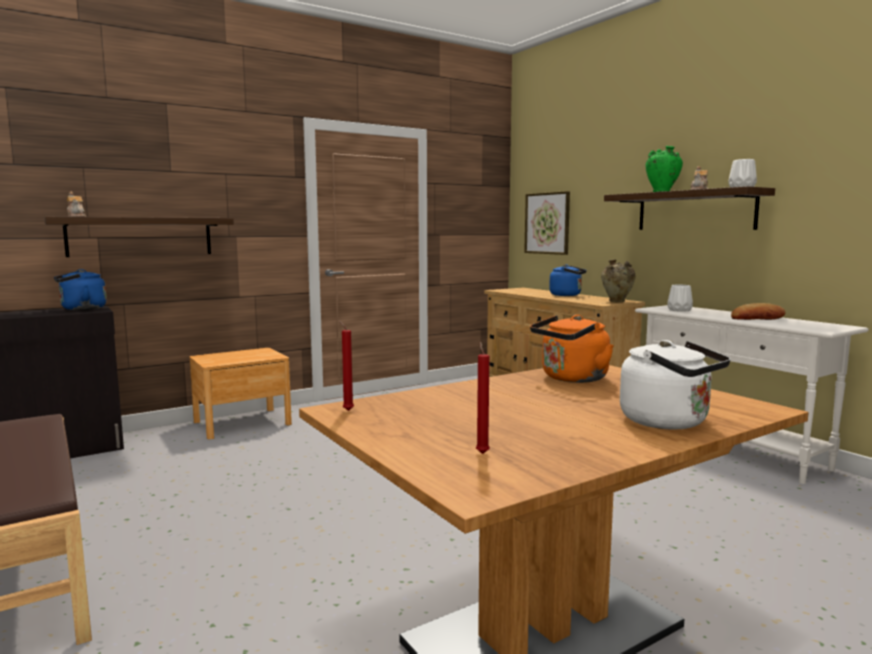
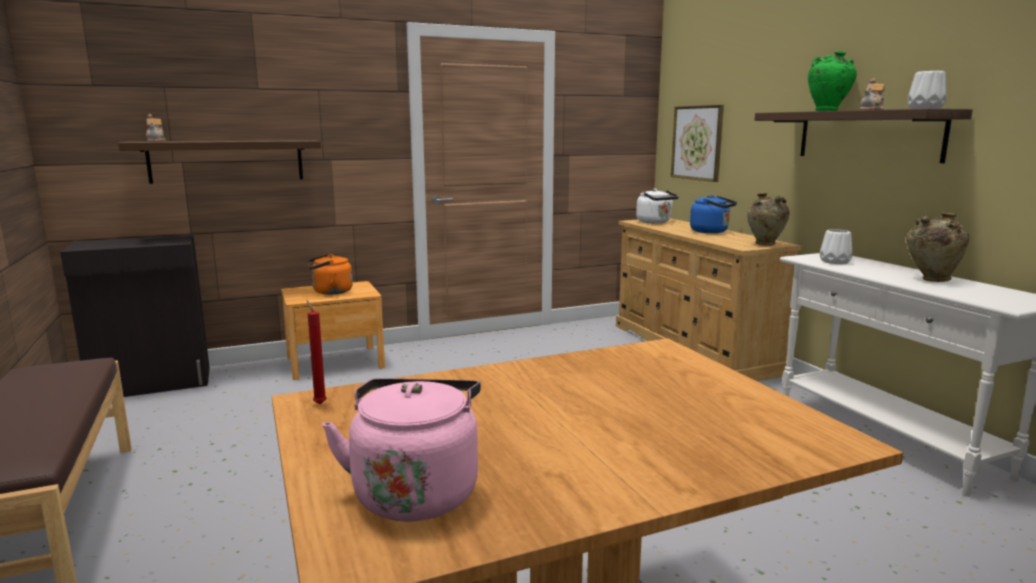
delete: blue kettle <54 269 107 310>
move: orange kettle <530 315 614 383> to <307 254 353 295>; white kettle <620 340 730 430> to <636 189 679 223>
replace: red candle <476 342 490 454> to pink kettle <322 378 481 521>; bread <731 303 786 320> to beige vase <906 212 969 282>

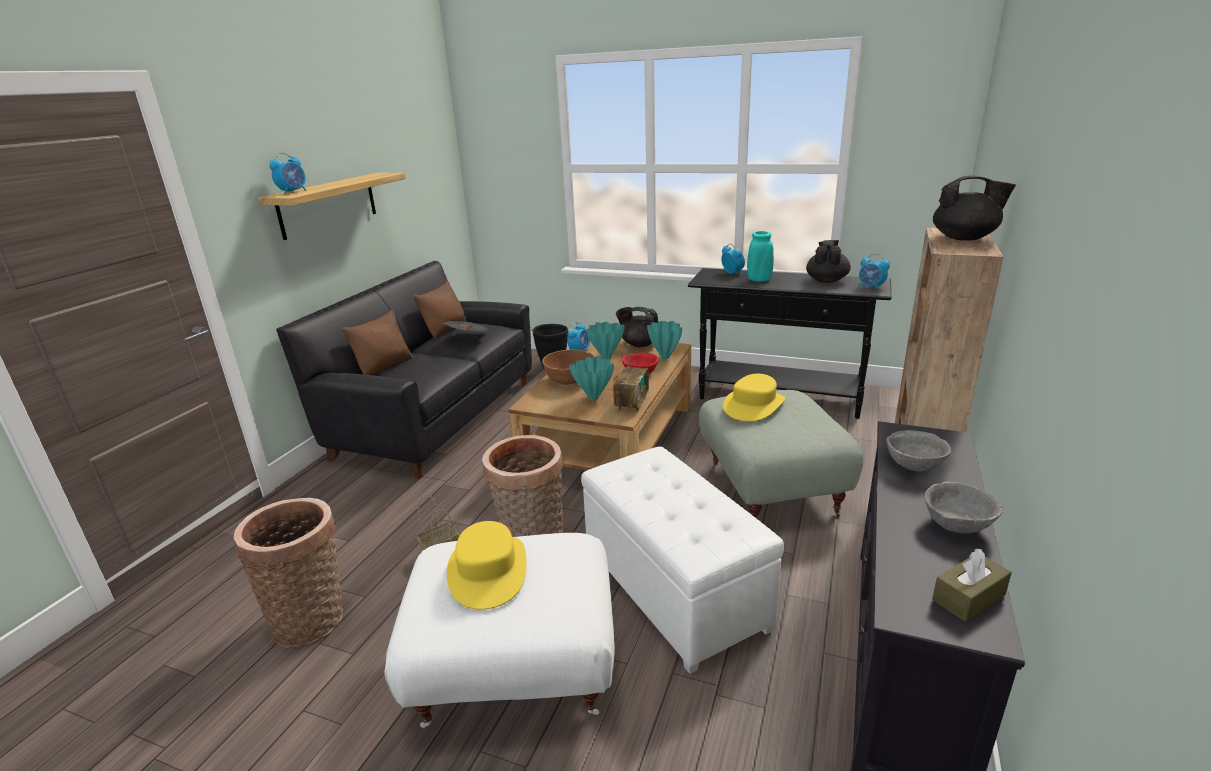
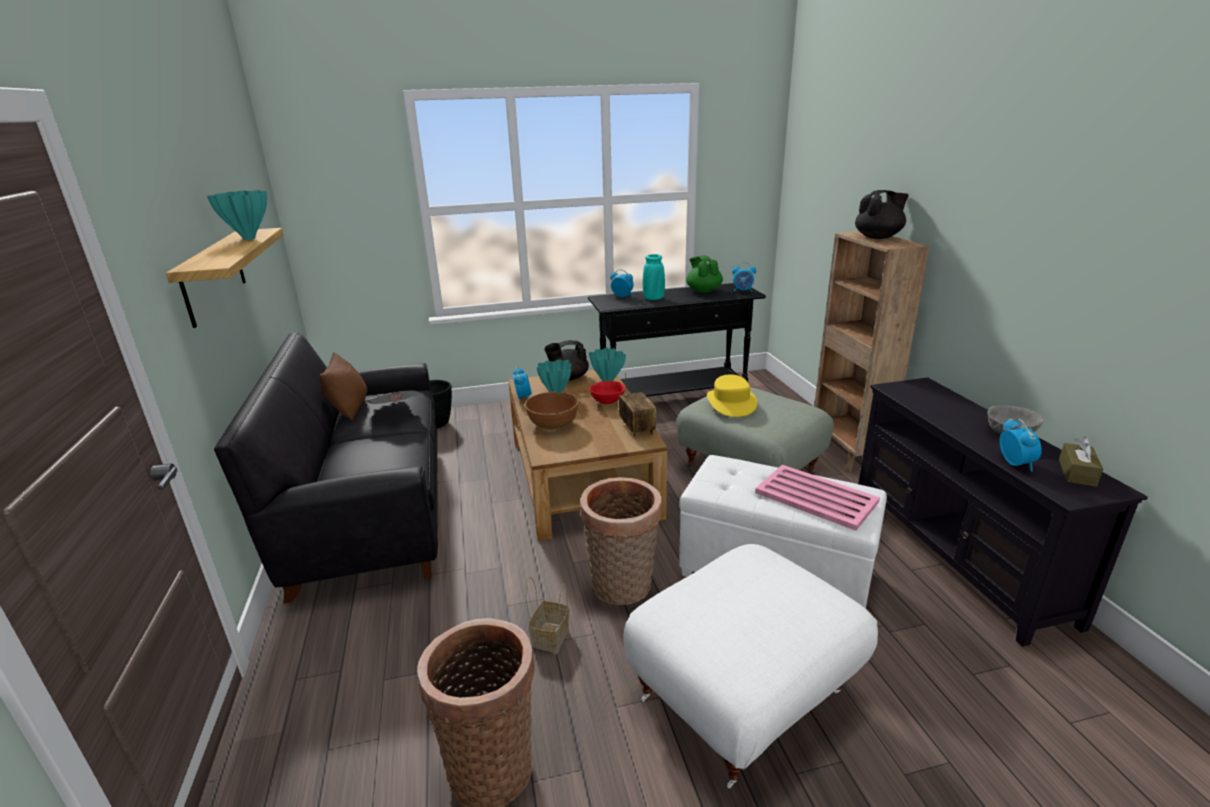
delete: brown pillow <342 310 413 375>; yellow hat <447 521 526 610>; grey bowl <886 430 951 471>
insert: pink tray <755 465 880 531>
move: alarm clock <269 153 306 195> to <999 418 1042 472>; turquoise vase <569 356 614 401> to <207 190 267 240>
recolor: black teapot <806 240 851 283> to green teapot <686 255 723 293>

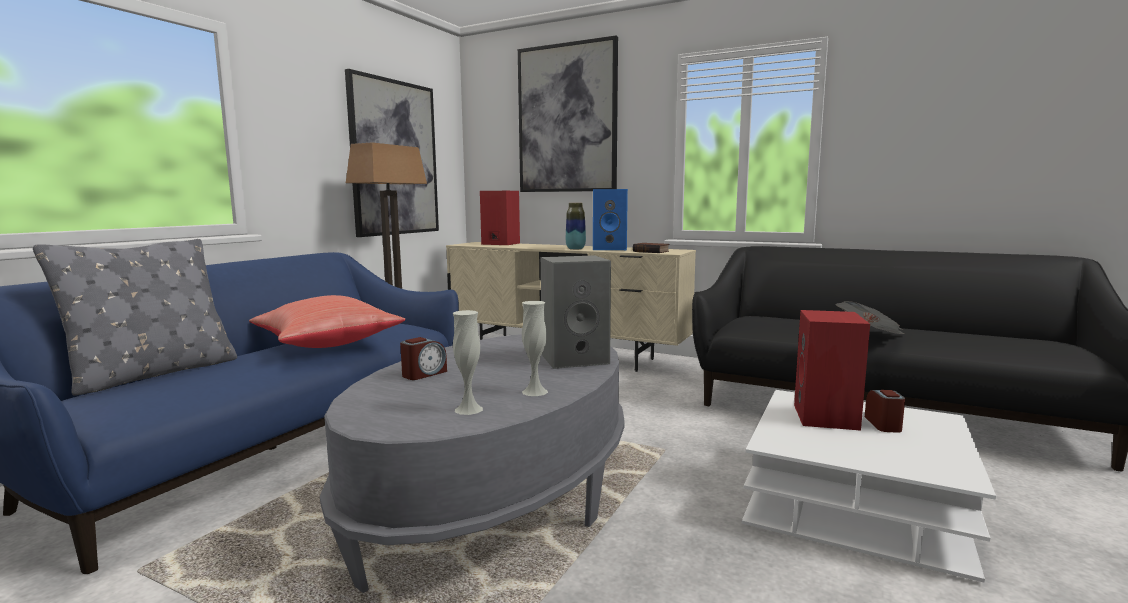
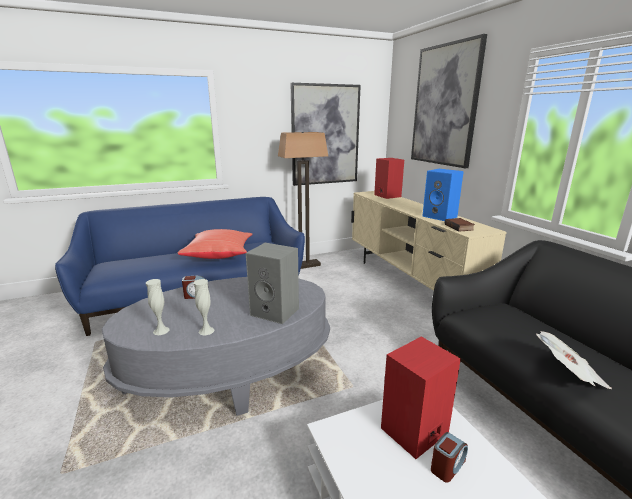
delete: grey pillow <33 239 237 396>; vase <566 203 586 250>

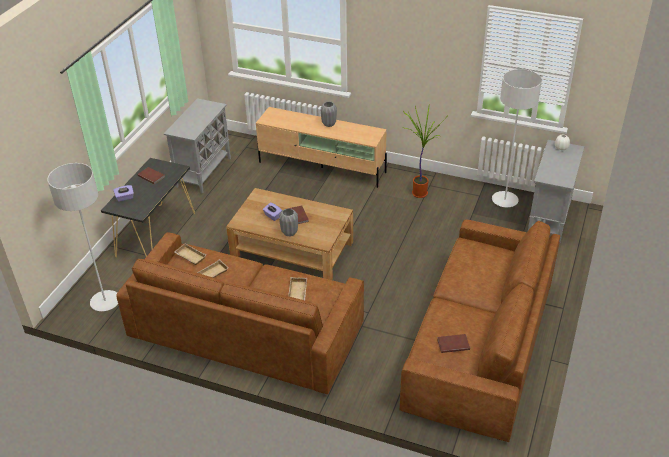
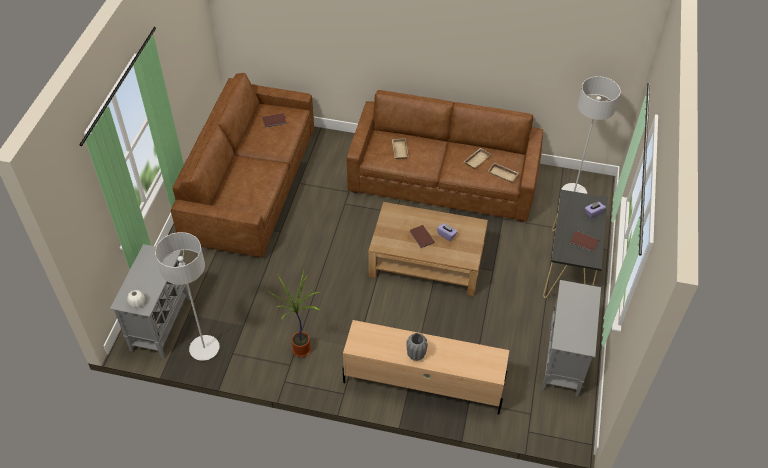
delete: grey vase <279 208 298 237>

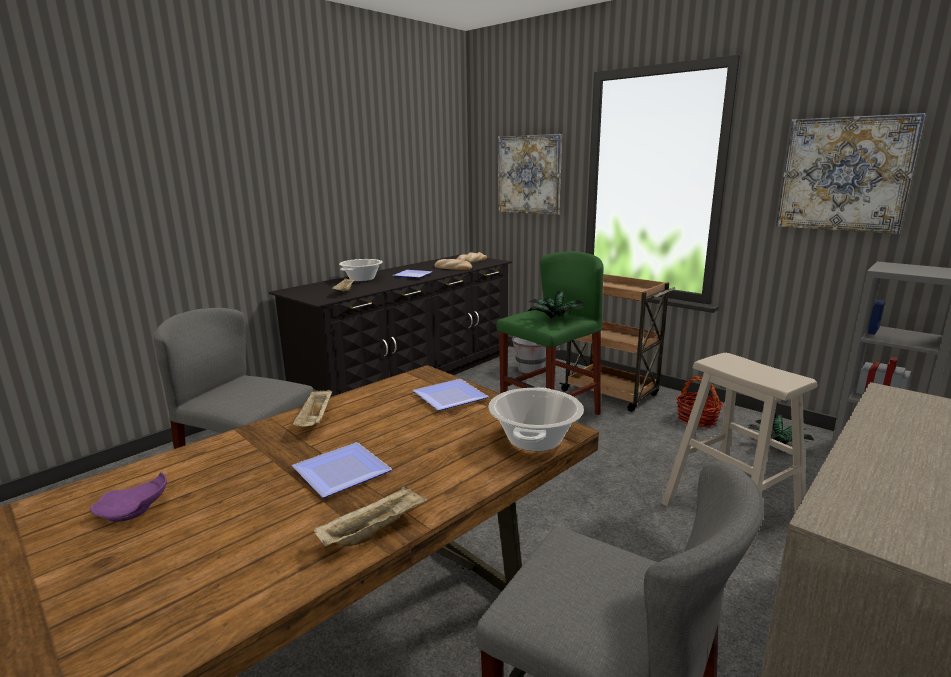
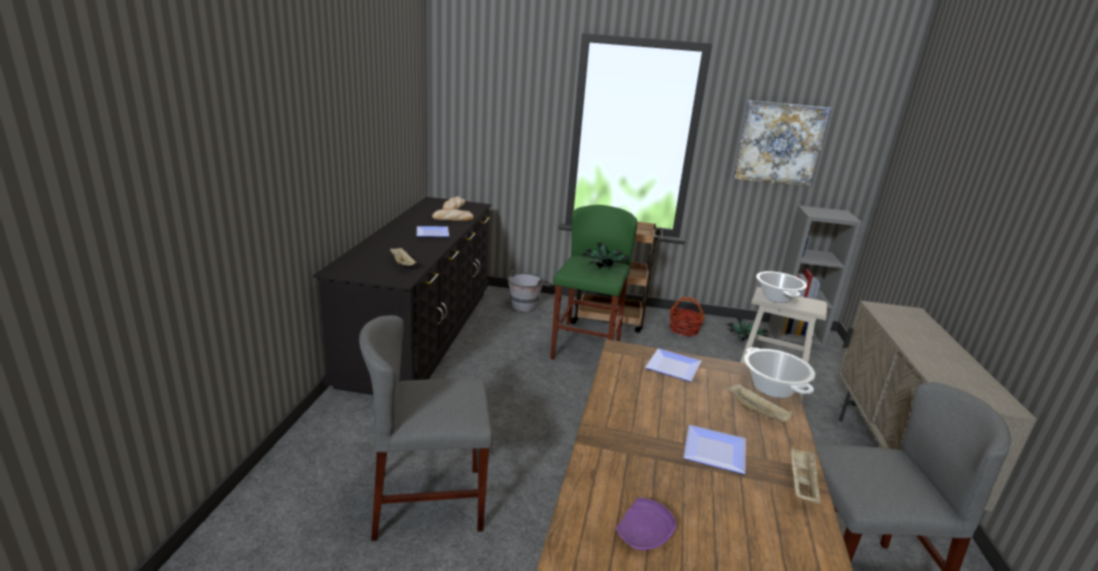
delete: picture <498 134 562 215>
move: beige tray <293 389 332 427> to <727 383 793 422>; cooking pot <339 259 383 282> to <756 271 807 303>

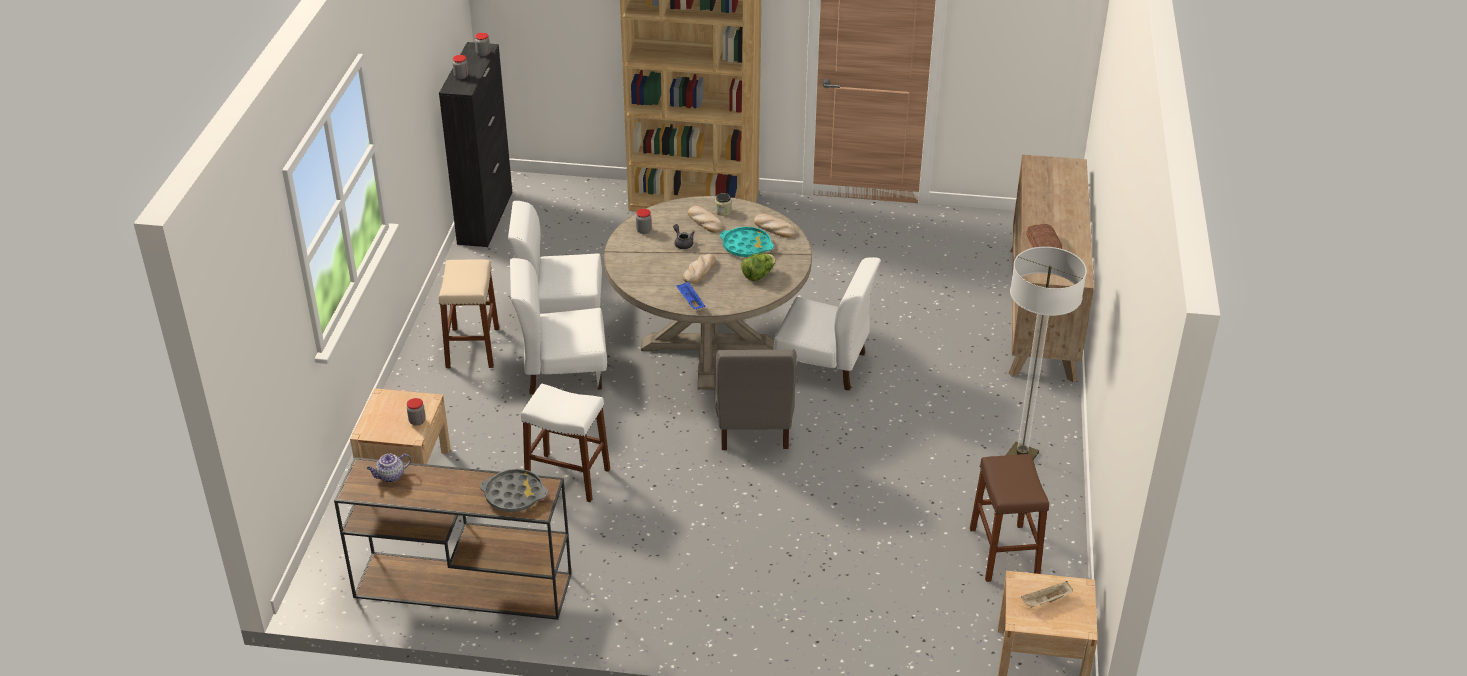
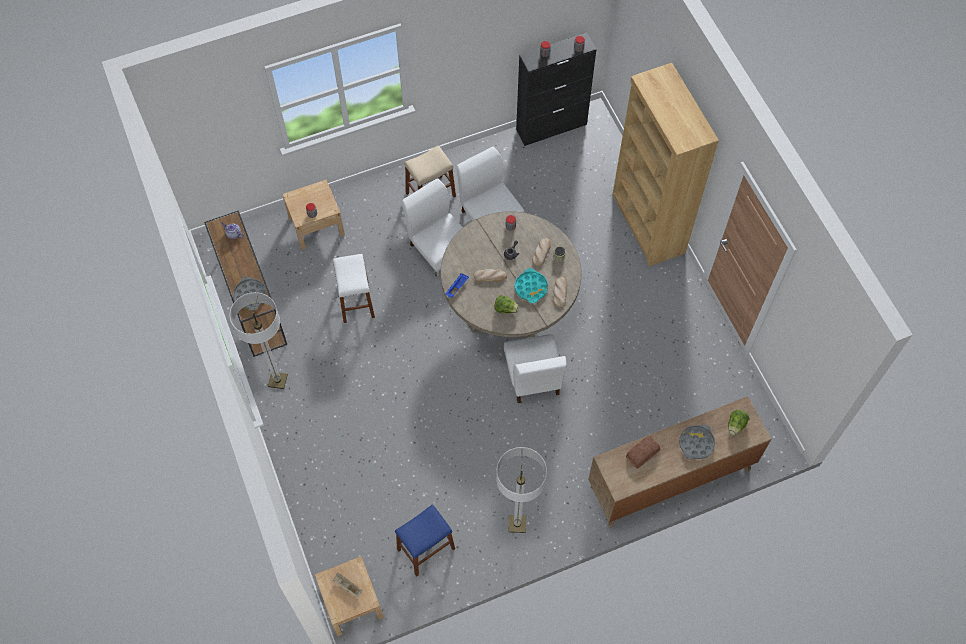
delete: grey chair <714 350 797 450>
insert: floor lamp <230 292 288 389>; grey tray <679 424 715 460>; lettuce <729 410 750 435>
recolor: brown stool <970 454 1049 582> to blue stool <395 504 455 577>

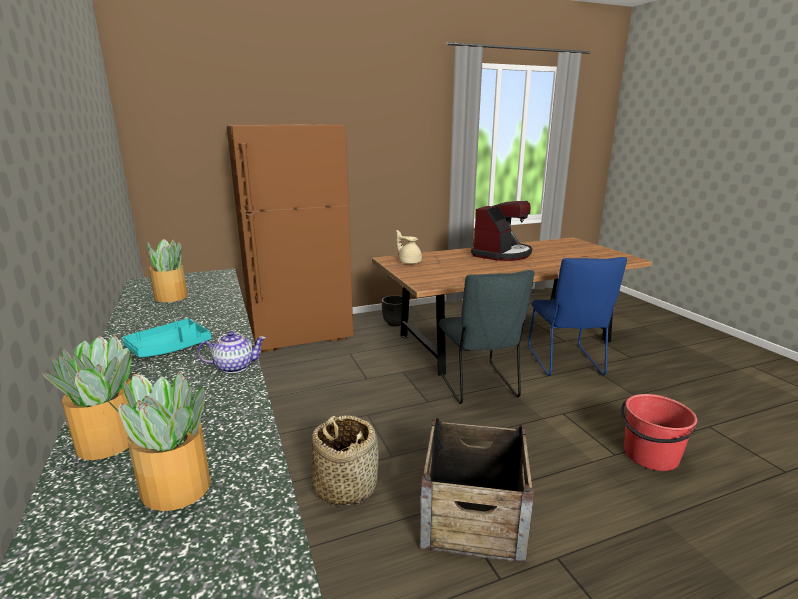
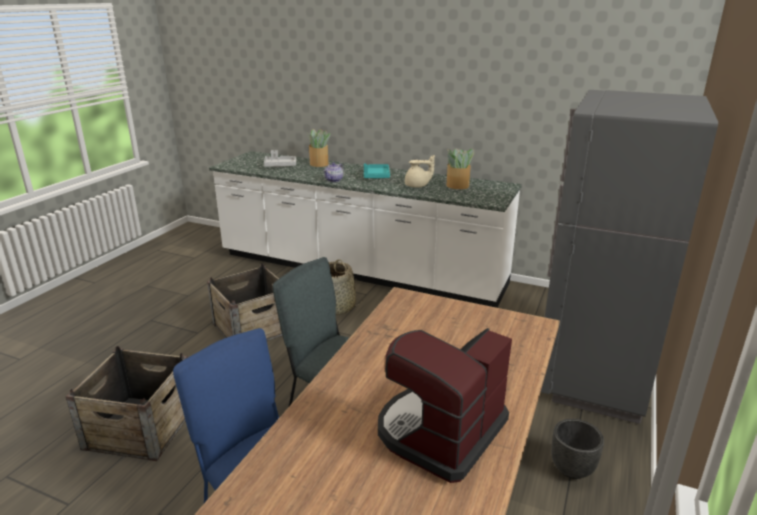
move: beige teapot <396 230 422 264> to <405 155 435 188>
replace: potted plant <104 372 211 511> to grey tray <264 150 296 167>; red bucket <621 394 697 471> to crate <66 346 188 461>
recolor: brown fridge <227 125 353 352> to grey fridge <541 90 718 424>
rotate: coffee machine <471 201 532 261> = <378 328 512 483> 45 degrees clockwise

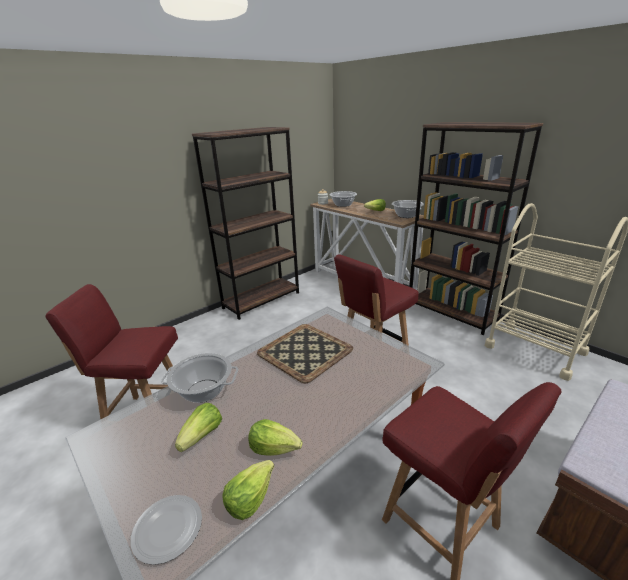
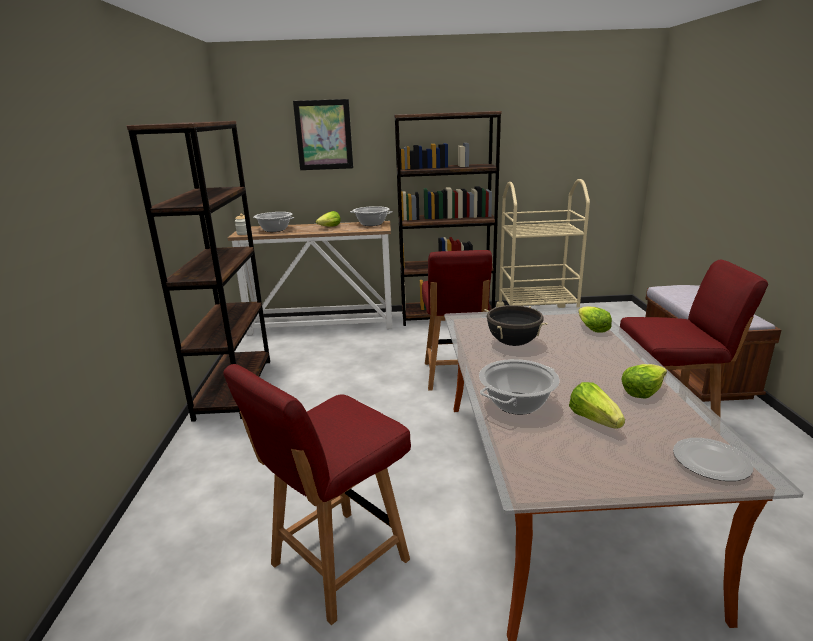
insert: picture <293 99 353 170>
move: lettuce <223 460 274 520> to <578 306 612 333>
replace: tray <257 324 353 383> to black cooking pot <485 305 548 346>

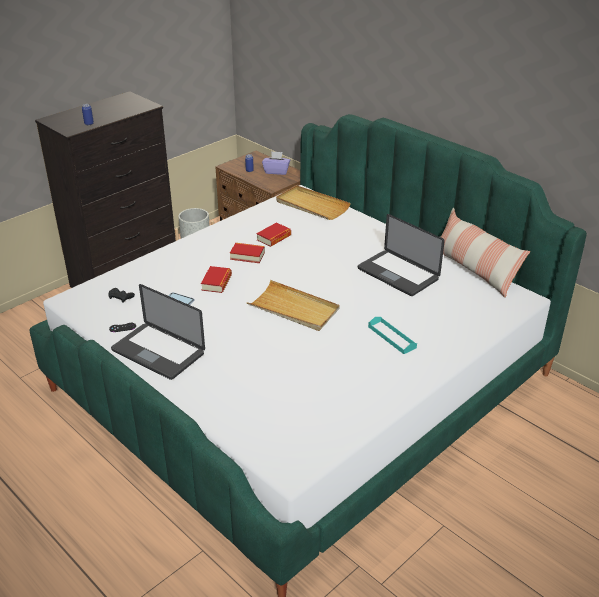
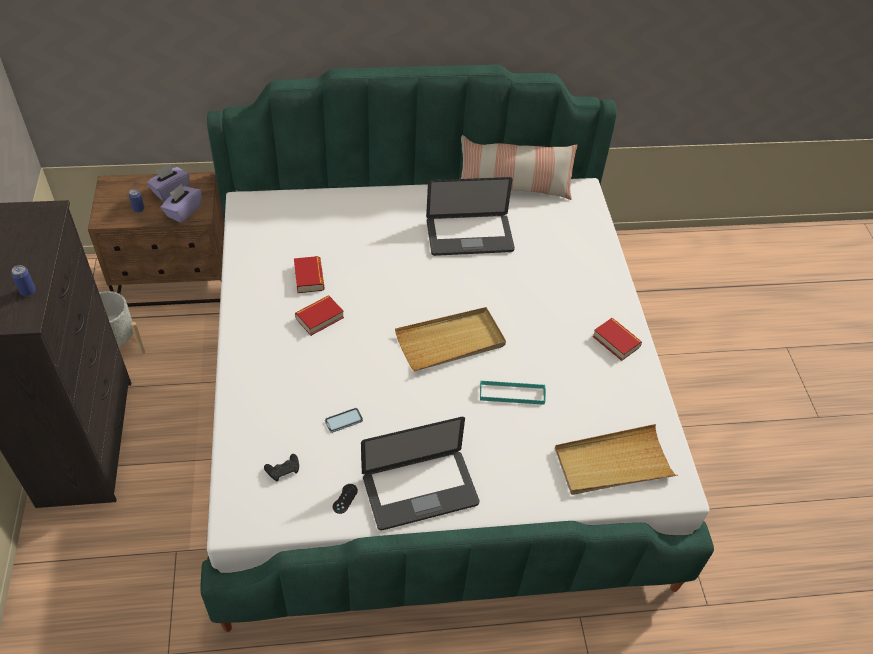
insert: purple tissue box <161 184 202 223>
move: book <201 266 232 293> to <593 318 642 361>; beige tray <276 185 351 220> to <555 424 678 495>; turquoise tray <368 317 417 354> to <480 381 546 405>

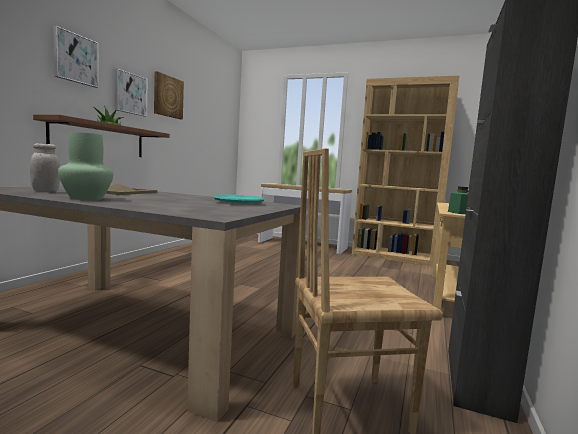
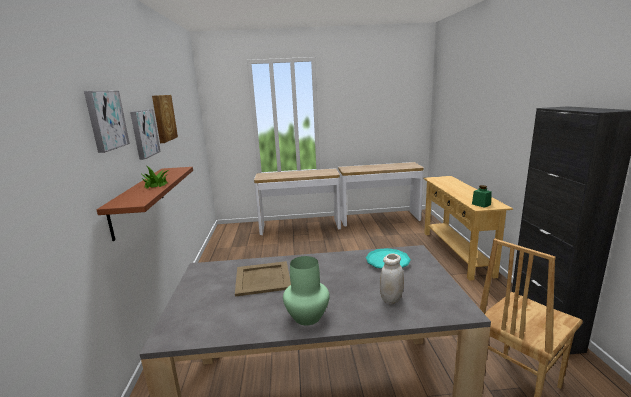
move: white jar <30 143 60 192> to <380 254 404 304>
replace: brown bookcase <352 75 460 266> to console table <338 162 424 226>

